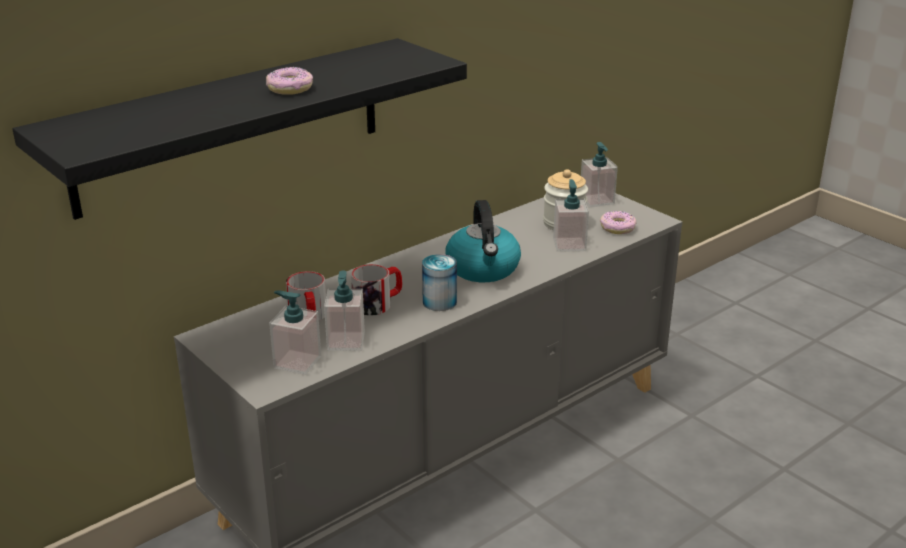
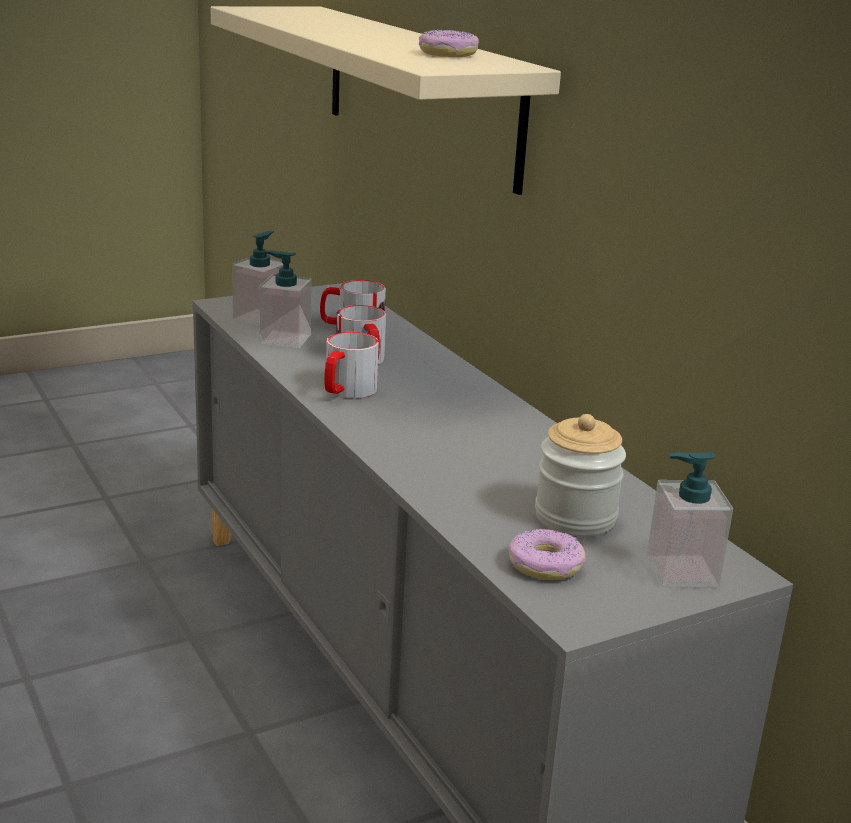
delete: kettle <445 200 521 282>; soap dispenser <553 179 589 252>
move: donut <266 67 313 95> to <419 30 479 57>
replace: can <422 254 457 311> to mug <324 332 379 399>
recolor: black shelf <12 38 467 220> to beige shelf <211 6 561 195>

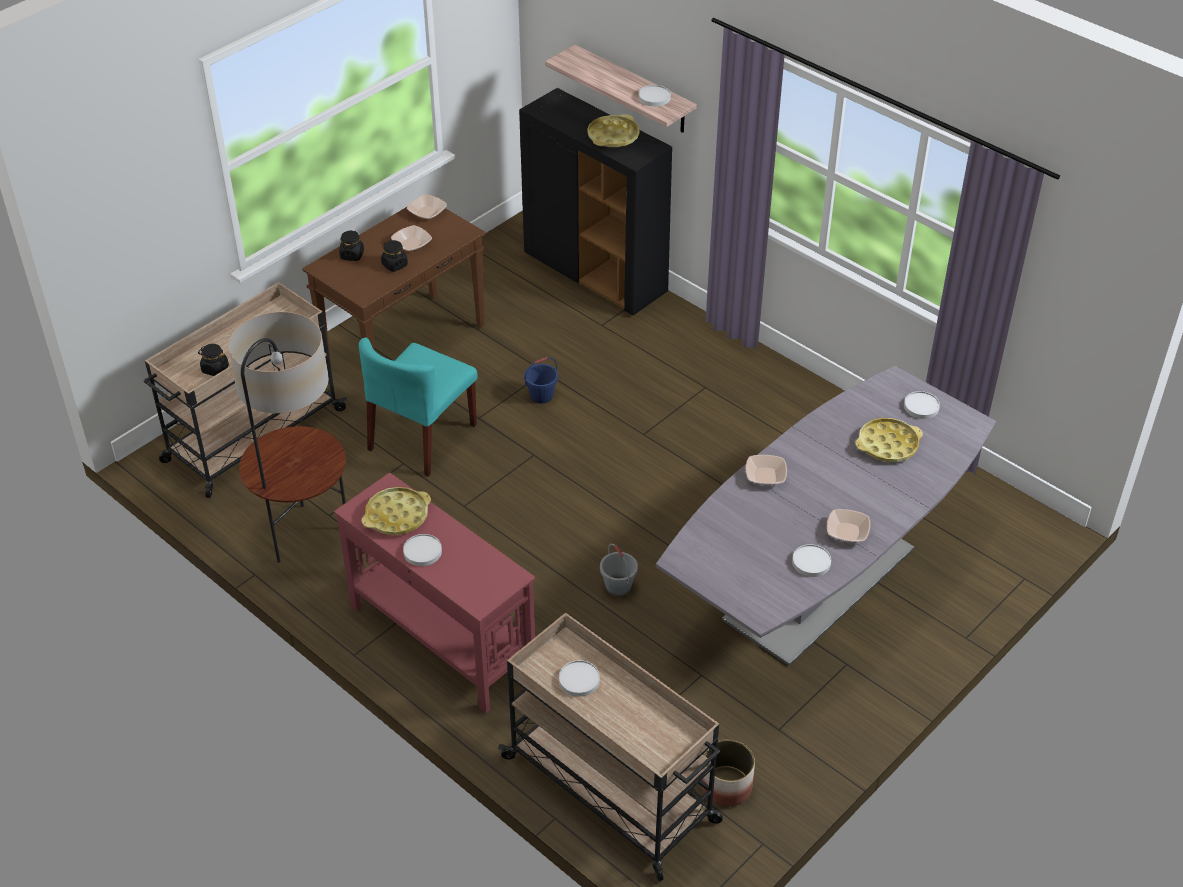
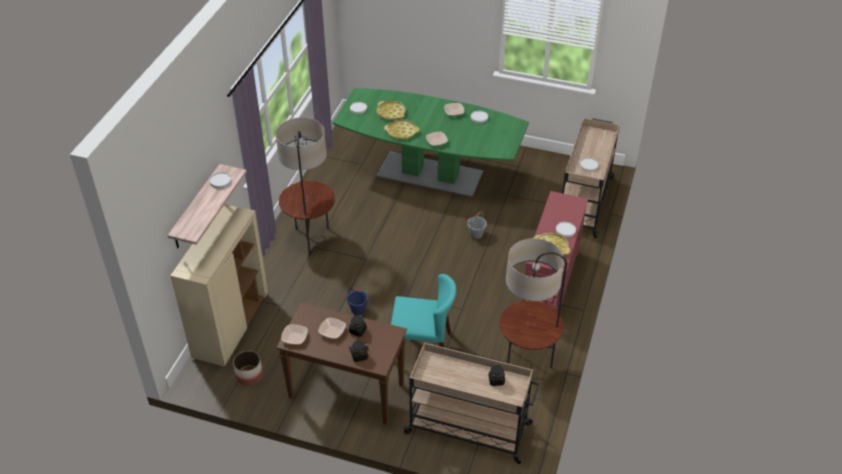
insert: floor lamp <276 117 335 256>
move: yellow tray <587 114 639 147> to <384 119 419 139>; planter <702 739 755 806> to <233 351 263 386>
recolor: black cabinet <519 88 672 316> to beige cabinet <170 205 268 367>; grey dining table <656 366 996 666> to green dining table <333 88 529 197>

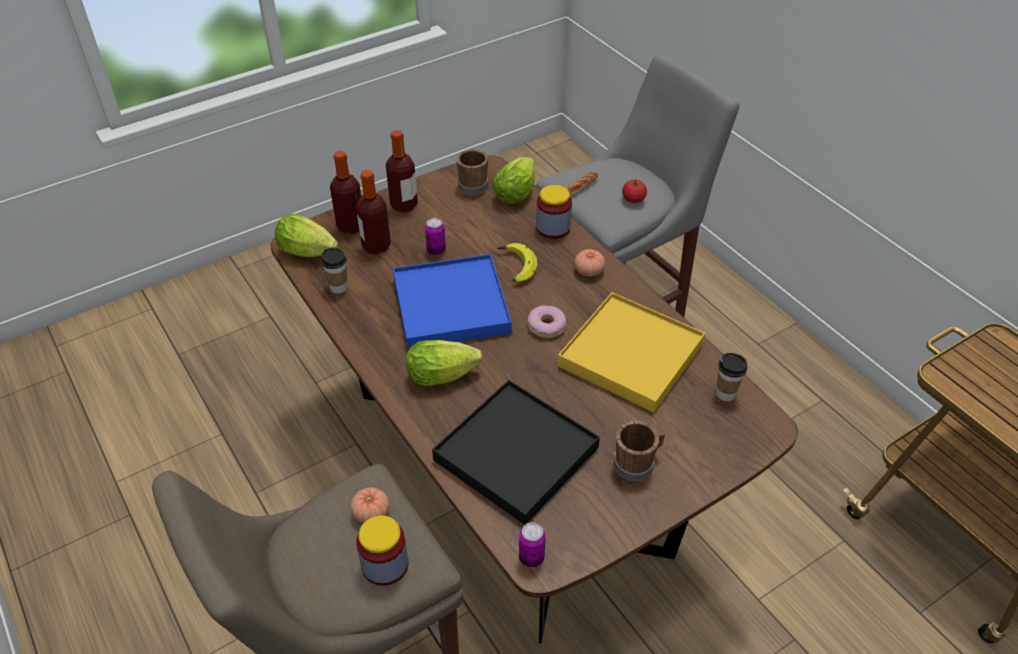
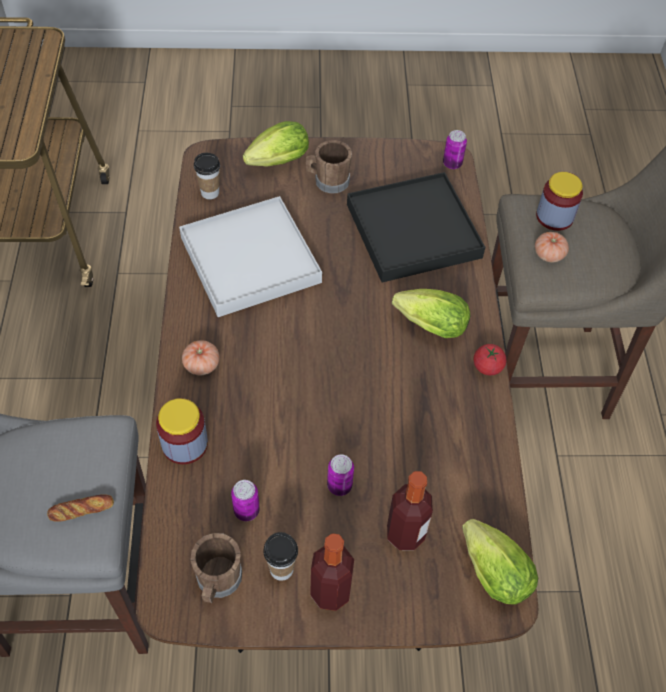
delete: bottle <330 151 361 234>; blue tray <393 254 512 350>; banana <497 243 537 282>; donut <527 305 566 338>
insert: can <231 480 260 521>
move: cup <321 248 347 294> to <263 532 298 581>; lettuce <492 157 534 204> to <243 121 309 167>; tomato <622 179 647 203> to <473 344 506 375>
recolor: yellow tray <558 292 705 413> to white tray <179 196 322 317>

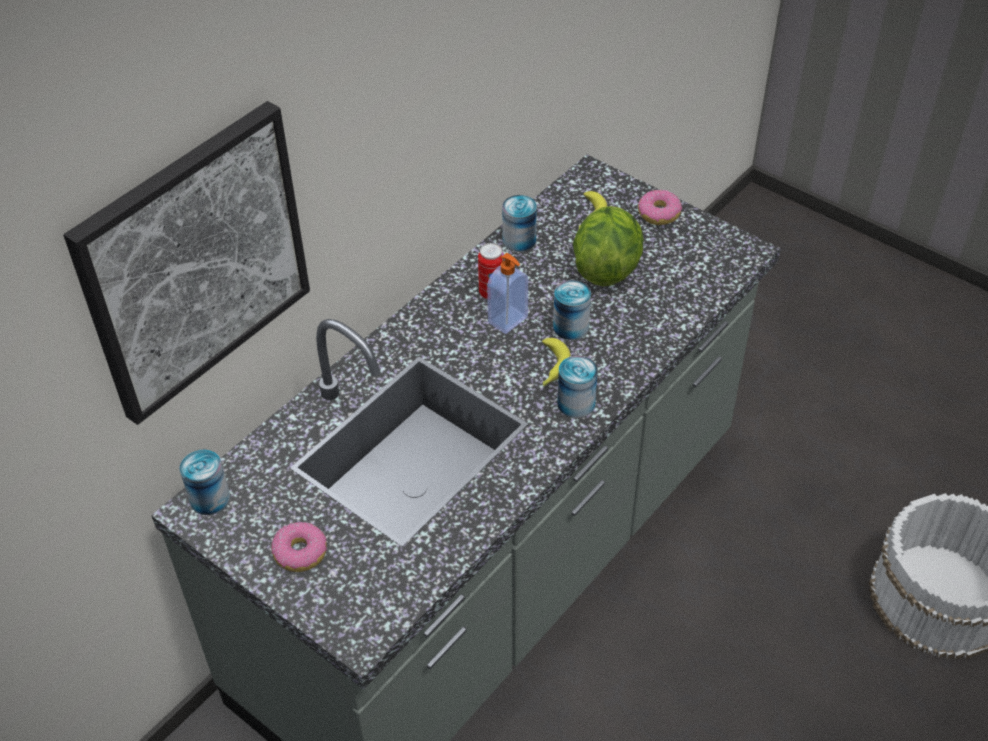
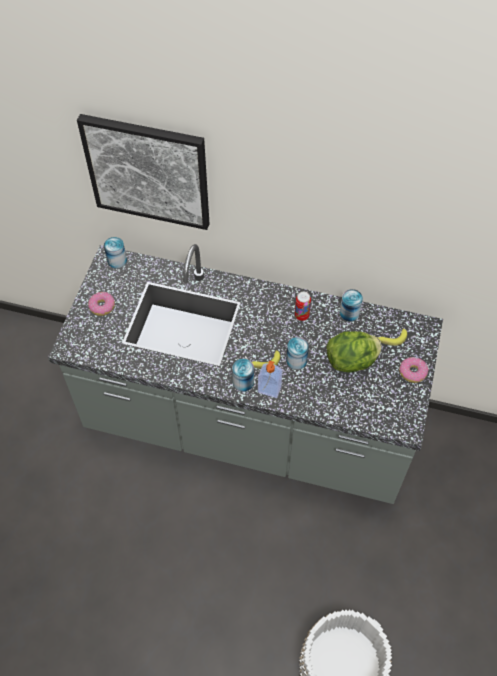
move: soap dispenser <487 253 528 334> to <258 360 282 398>

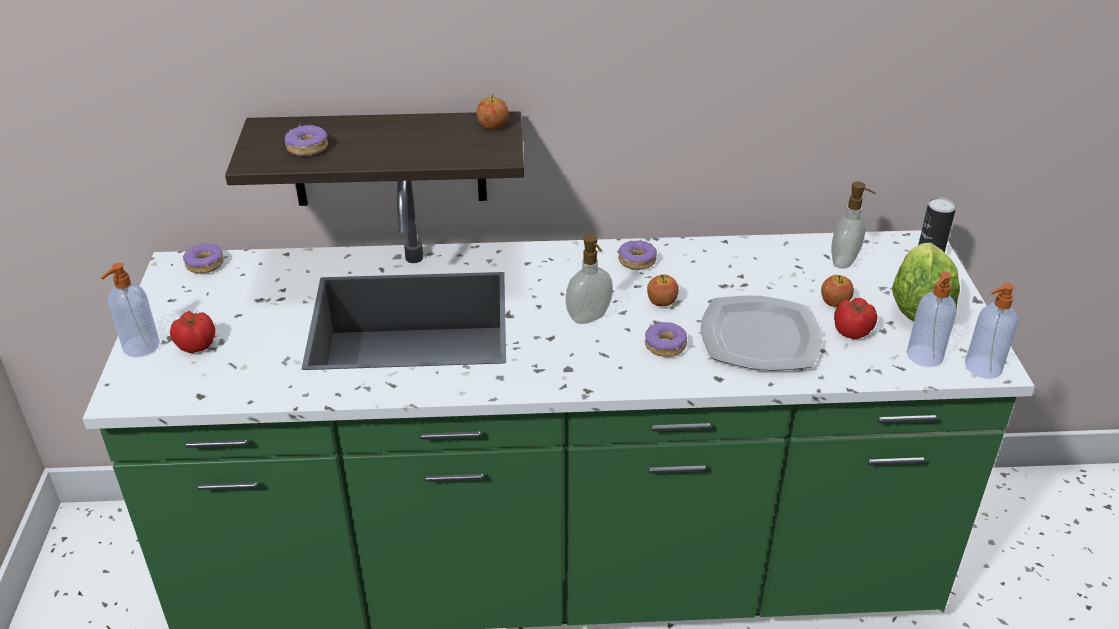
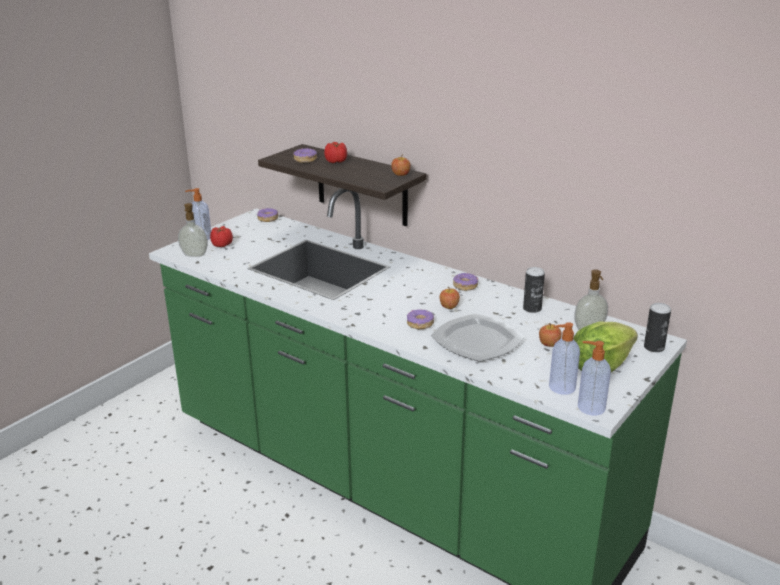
insert: can <523 267 545 313>
move: soap dispenser <566 234 613 324> to <178 203 208 257>; tomato <834 298 877 339> to <324 142 347 163>

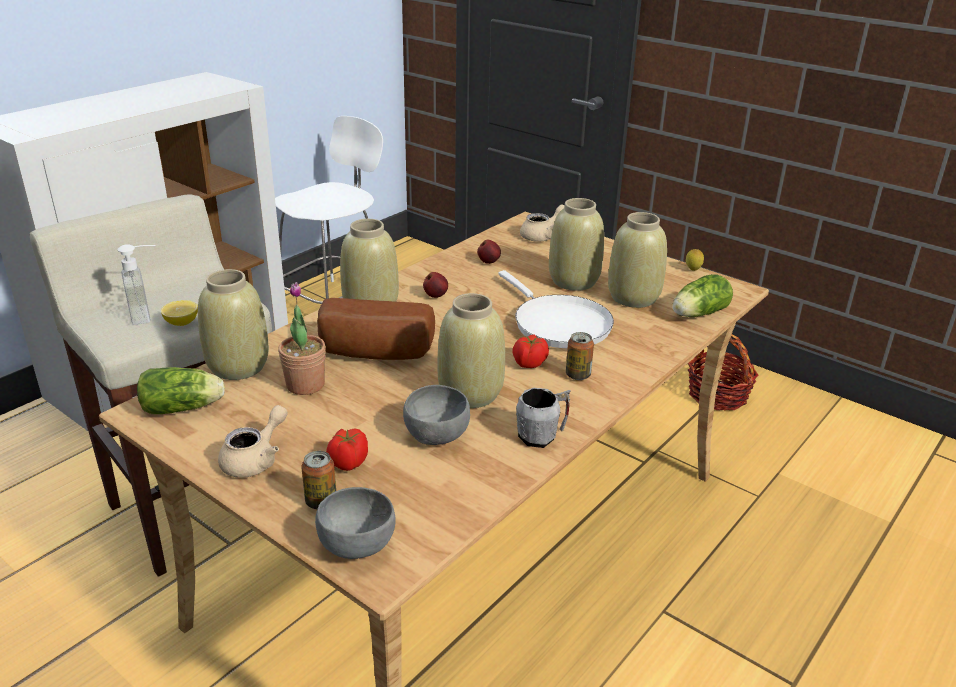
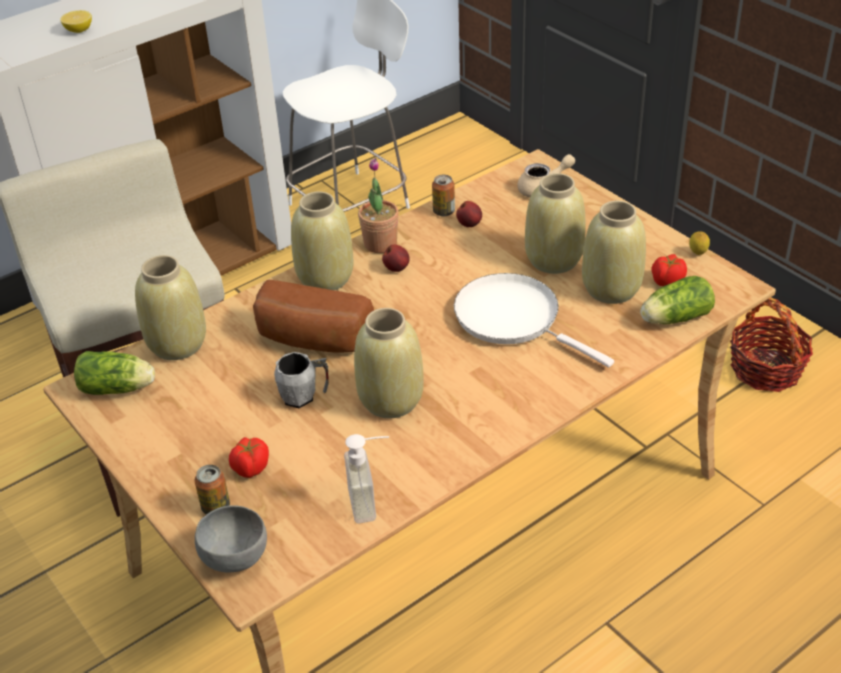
delete: beige teapot <218 405 288 478>; grey bowl <403 385 470 445>
move: soap dispenser <118 244 155 325> to <344 434 389 524>; lemon <161 300 198 326> to <60 10 92 33>; potted plant <278 282 326 395> to <358 158 399 253>; tomato <512 334 549 368> to <652 254 687 286>; grey mug <516 388 571 448> to <274 352 329 408>; can <566 332 594 380> to <432 175 455 217>
rotate: white frying pan <499 270 614 348> = <454 273 614 367> 150 degrees clockwise

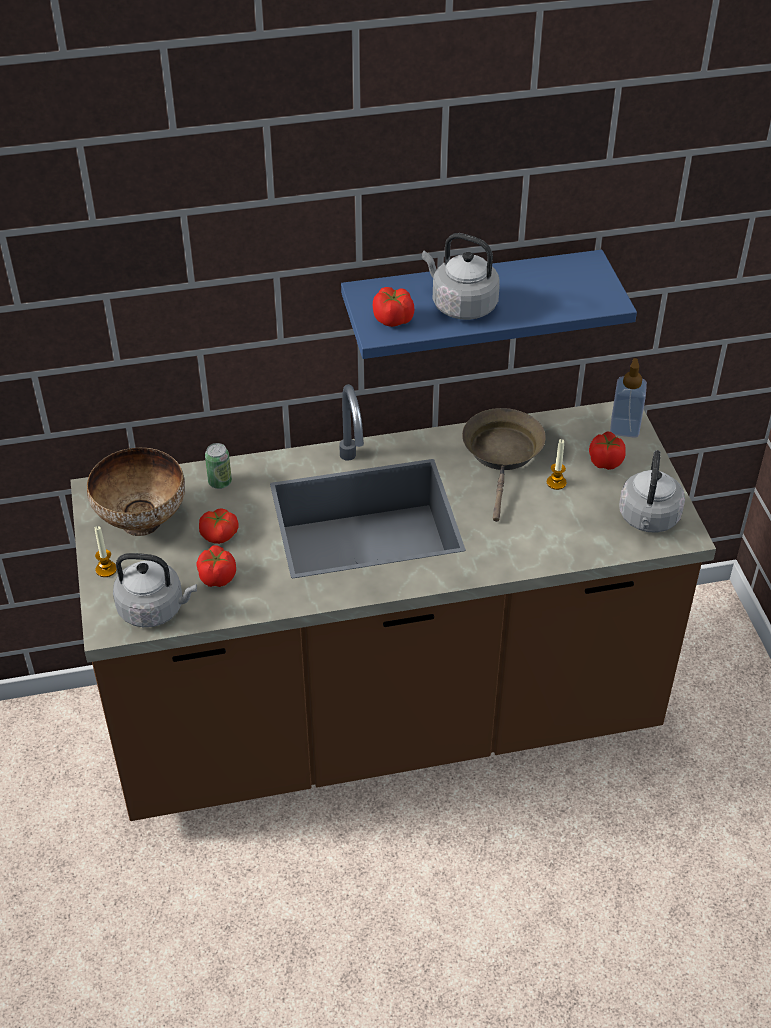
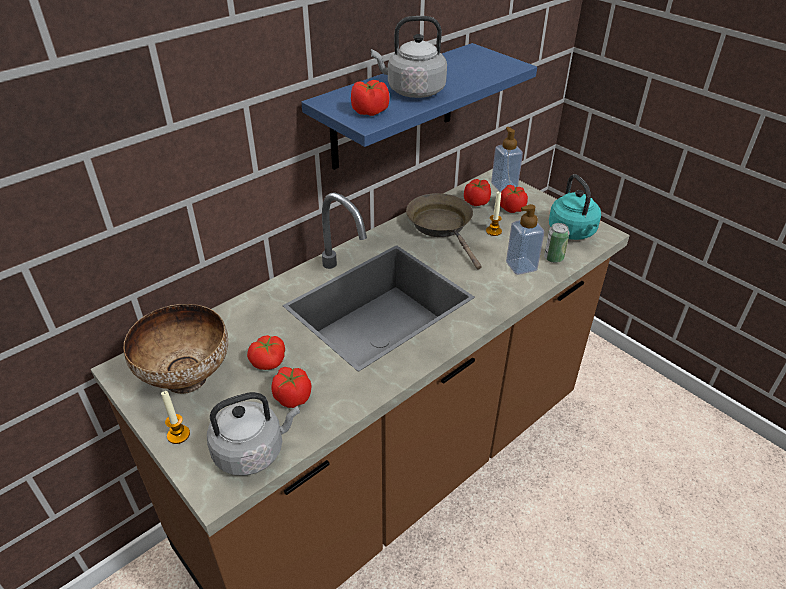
insert: tomato <464 179 491 206>; soap dispenser <506 204 544 275>
move: can <205 443 232 489> to <544 223 570 263>
recolor: grey kettle <619 450 685 533> to turquoise kettle <549 174 601 240>

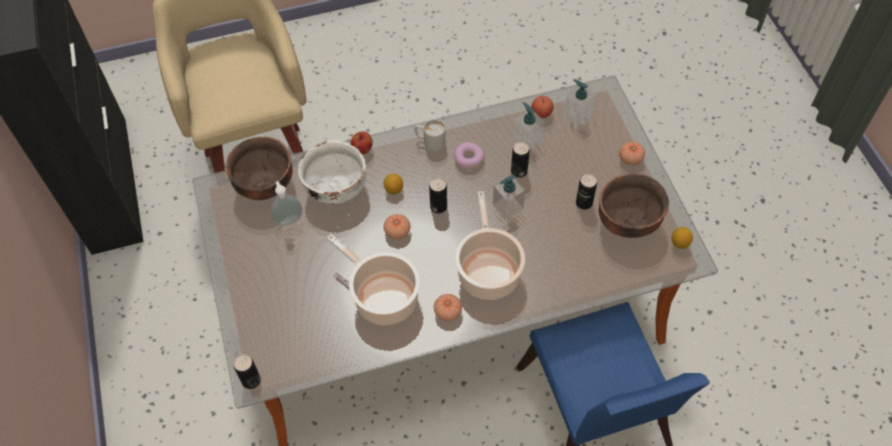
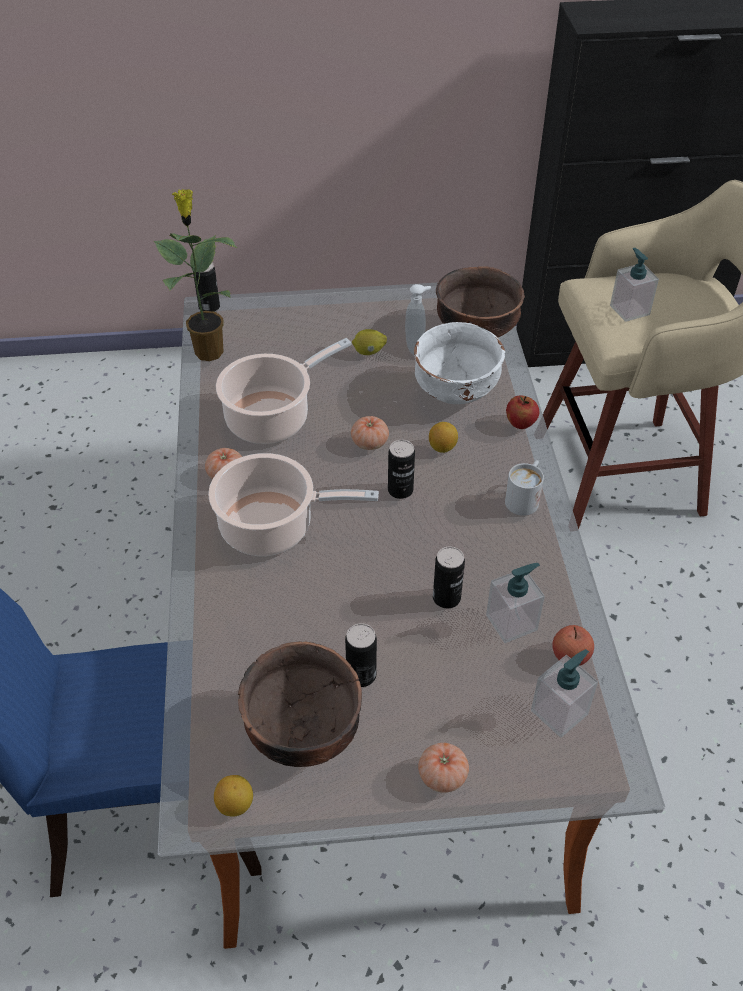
delete: donut <454 142 485 169>
insert: potted plant <154 189 237 361>; lemon <352 329 387 355>
move: soap dispenser <493 174 526 220> to <610 248 659 322>

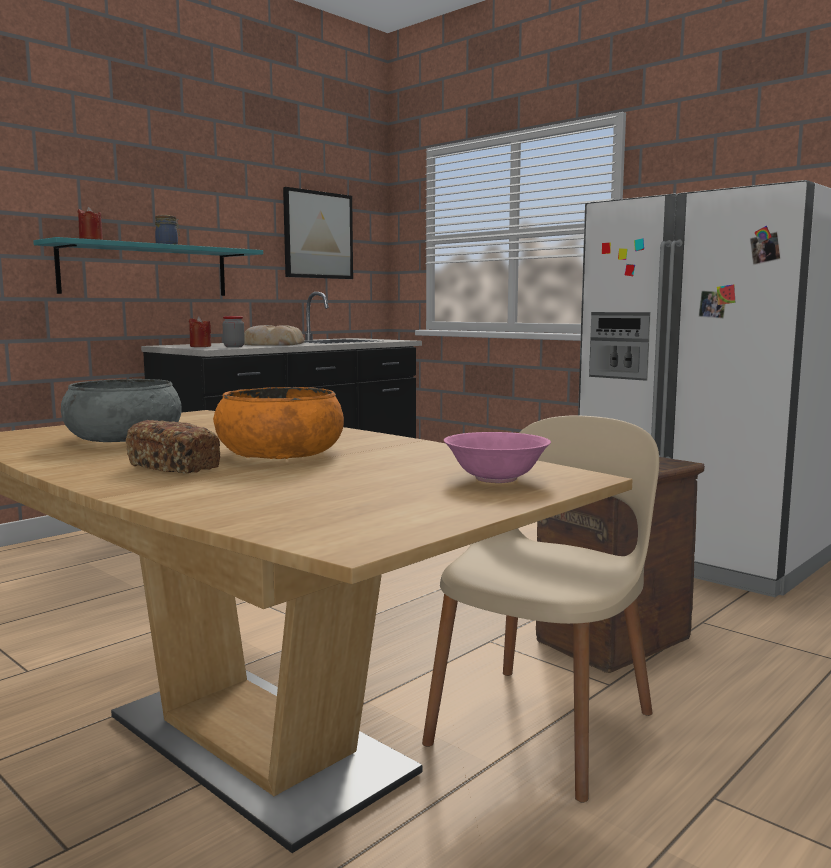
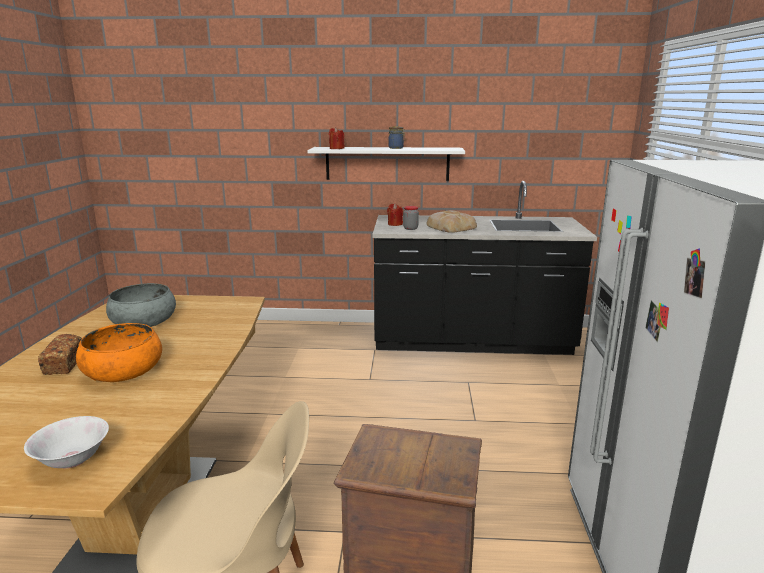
delete: picture <283 187 353 279>
recolor: turquoise shelf <33 237 263 296> to white shelf <307 147 465 181>; pink bowl <444 432 551 483> to white bowl <24 416 109 468>

